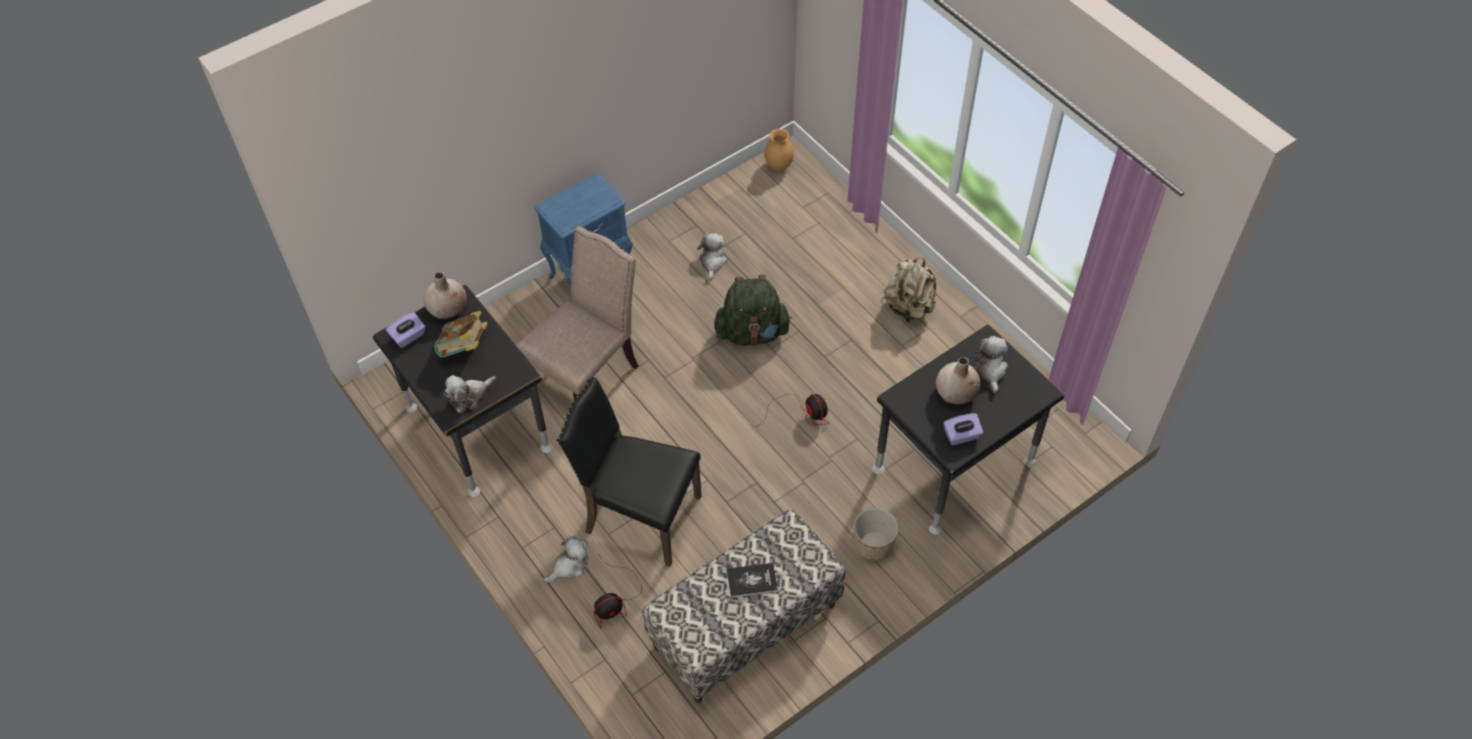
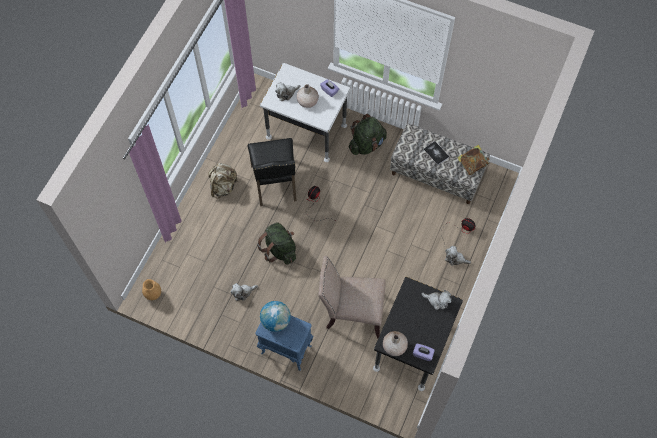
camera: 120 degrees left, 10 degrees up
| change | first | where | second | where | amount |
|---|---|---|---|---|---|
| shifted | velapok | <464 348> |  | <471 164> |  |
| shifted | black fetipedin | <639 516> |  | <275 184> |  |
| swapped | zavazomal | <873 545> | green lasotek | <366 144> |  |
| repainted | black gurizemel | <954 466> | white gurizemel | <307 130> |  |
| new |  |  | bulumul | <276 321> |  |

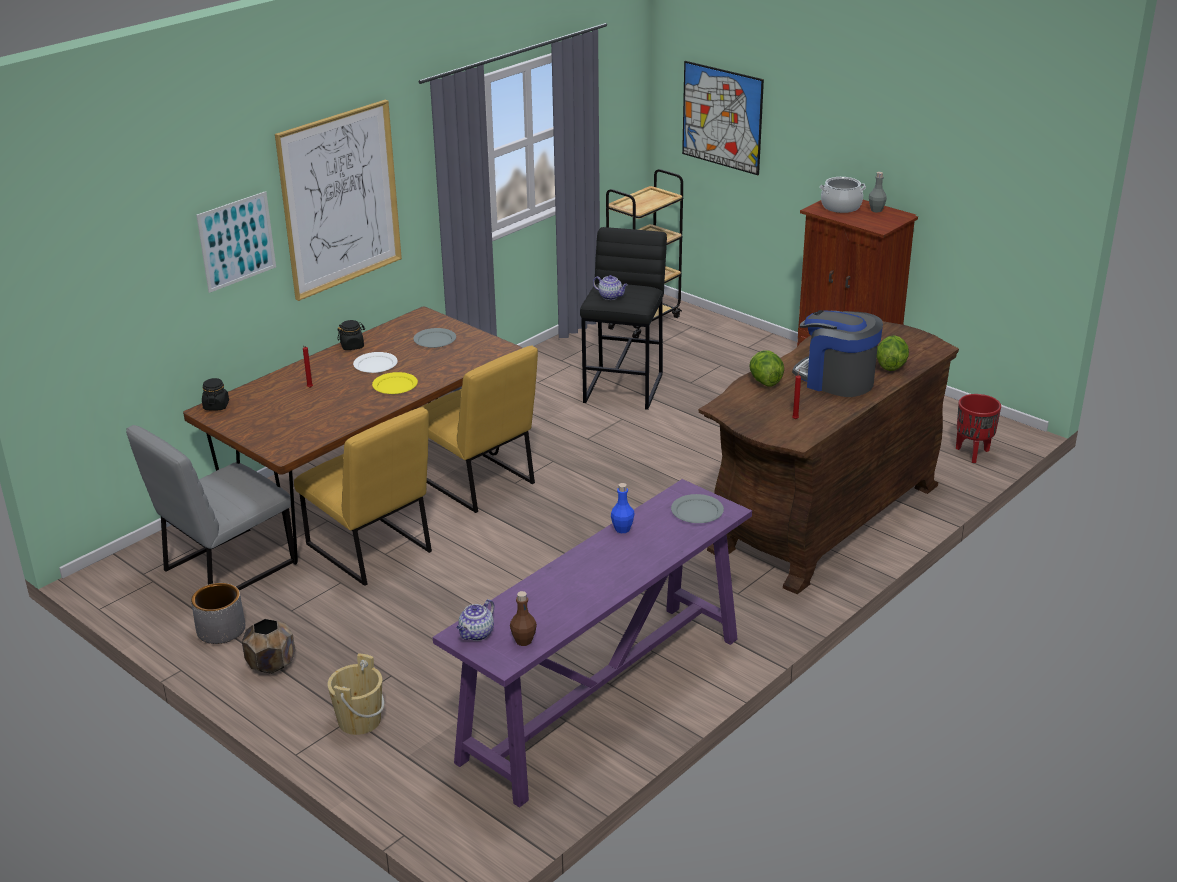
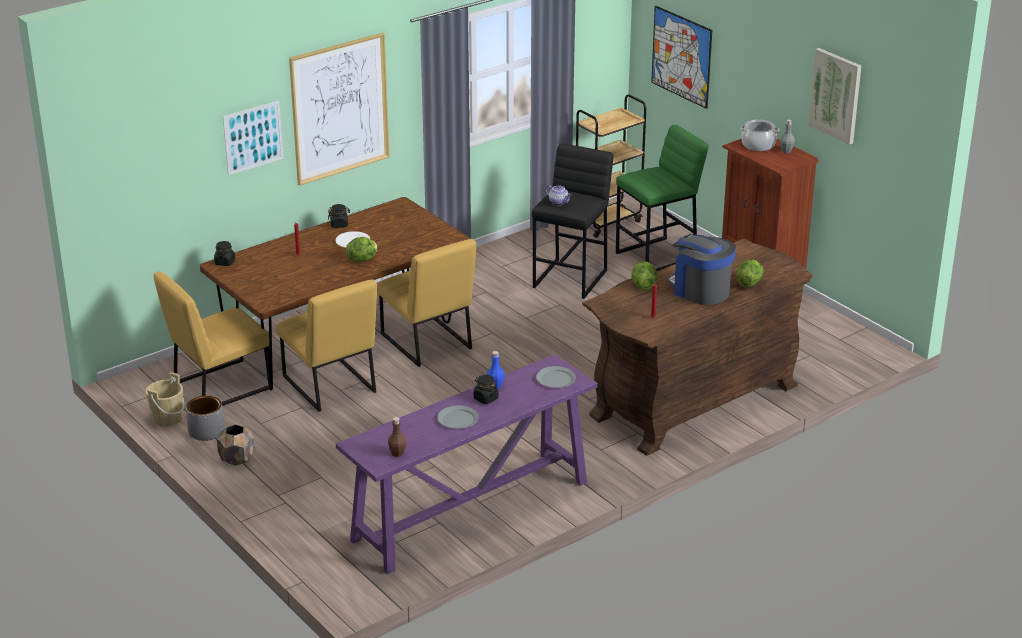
camera: 10 degrees right, 0 degrees up
| change | first | where | second | where | amount |
|---|---|---|---|---|---|
| repainted | grey fetipedin | <226 567> | yellow fetipedin | <219 386> |  |
| shifted | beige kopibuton | <359 720> |  | <167 418> |  |
| swapped | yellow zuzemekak | <394 385> | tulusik | <362 260> |  |
| shifted | grey zuzemekak | <435 340> |  | <458 419> |  |
| gone | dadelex | <476 634> |  |  |  |
| gone | red zavazomal | <972 454> |  |  |  |
| new |  |  | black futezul | <485 398> |  |
| new |  |  | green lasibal | <657 256> |  |
| new |  |  | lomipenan | <836 95> |  |

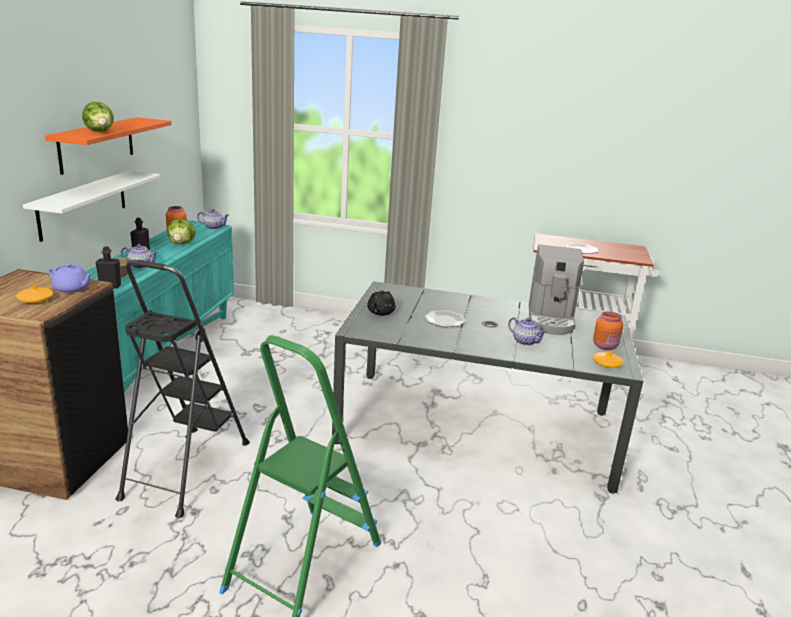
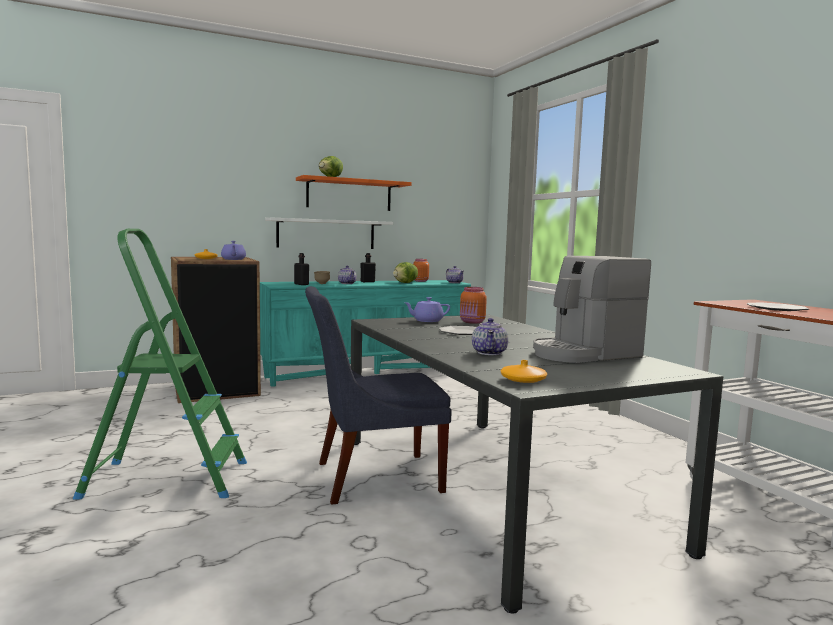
camera: 55 degrees right, 15 degrees down
| change | first | where | second | where | amount |
|---|---|---|---|---|---|
| gone | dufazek | <186 470> |  |  |  |
| repainted | black dadelex | <380 312> | purple dadelex | <427 321> |  |
| shifted | orange futezul | <605 346> |  | <472 322> |  |
| new |  |  | blue fetipedin | <372 477> |  |

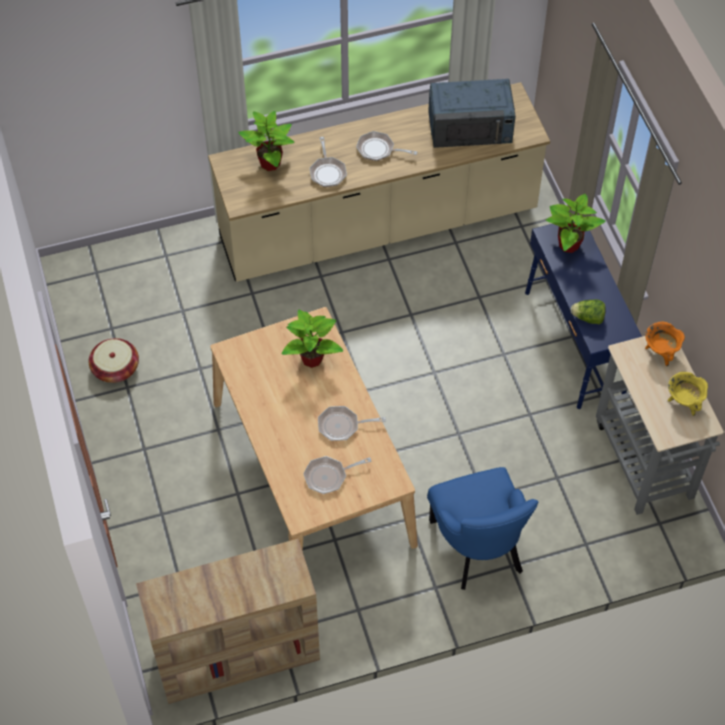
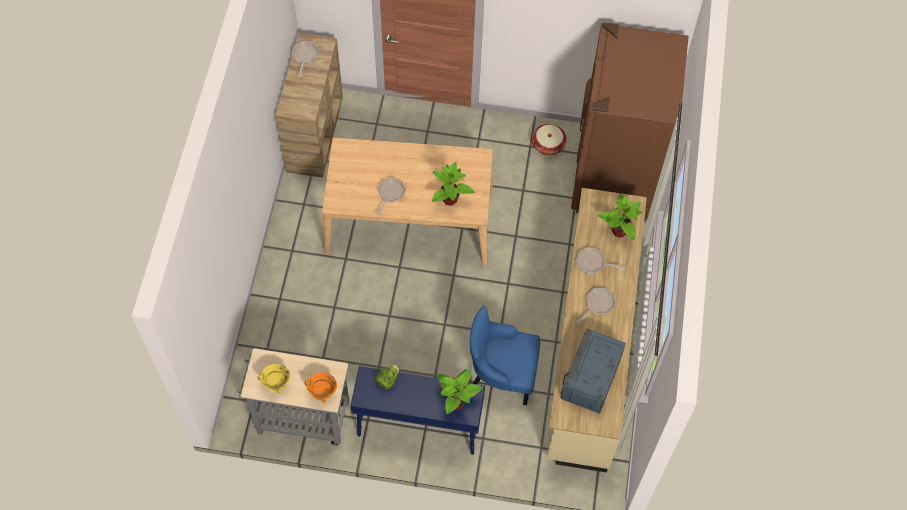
camera: 115 degrees right, 5 degrees up
| change | first | where | second | where | amount |
|---|---|---|---|---|---|
| shifted | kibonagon | <329 476> |  | <305 57> |  |
| shifted | blue fetipedin | <477 544> |  | <502 375> |  |
| new |  |  | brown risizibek | <614 176> |  |

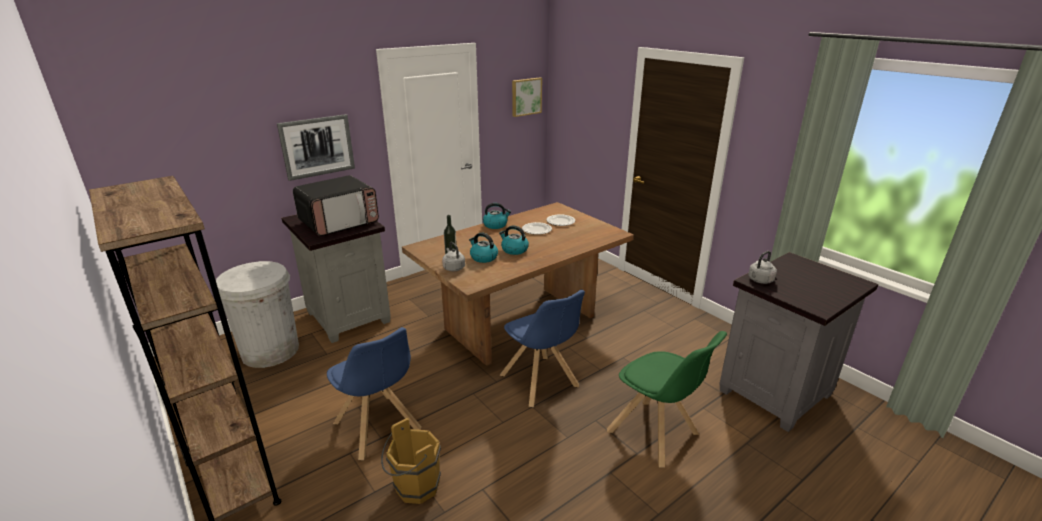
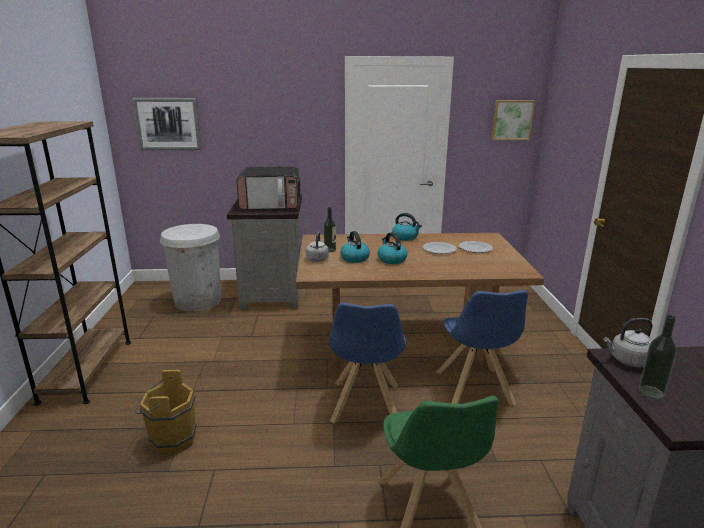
camera: 35 degrees right, 5 degrees down
| change | first | where | second | where | amount |
|---|---|---|---|---|---|
| shifted | lomipenan | <317 146> |  | <168 124> |  |
| shifted | blue fetipedin | <379 428> |  | <475 390> |  |
| new |  |  | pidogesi | <651 392> |  |

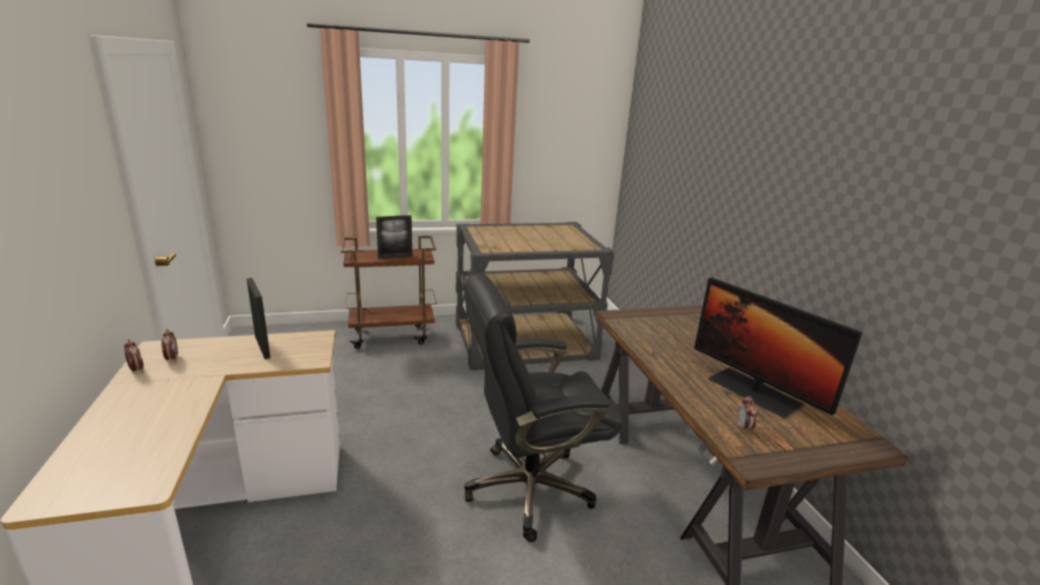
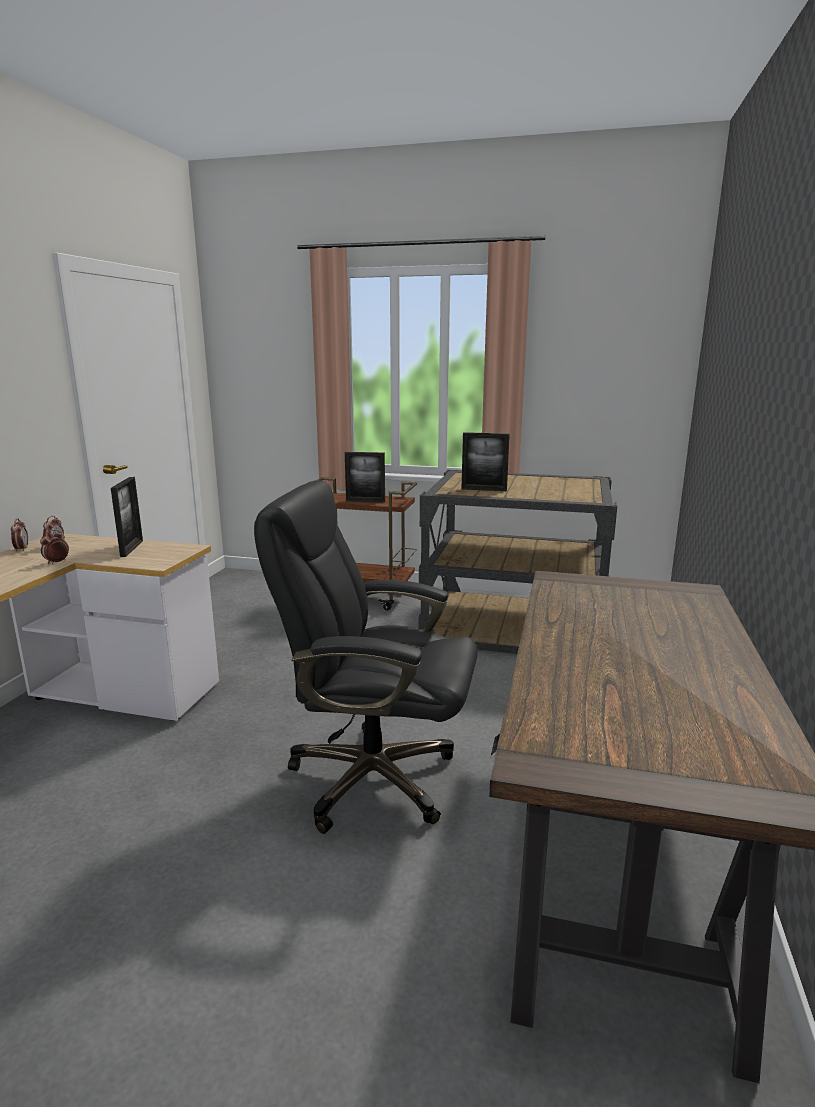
camera: 30 degrees right, 5 degrees down
| change | first | where | second | where | amount |
|---|---|---|---|---|---|
| gone | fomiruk | <754 392> |  |  |  |
| shifted | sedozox | <743 427> |  | <57 562> |  |
| new |  |  | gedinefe | <484 489> |  |

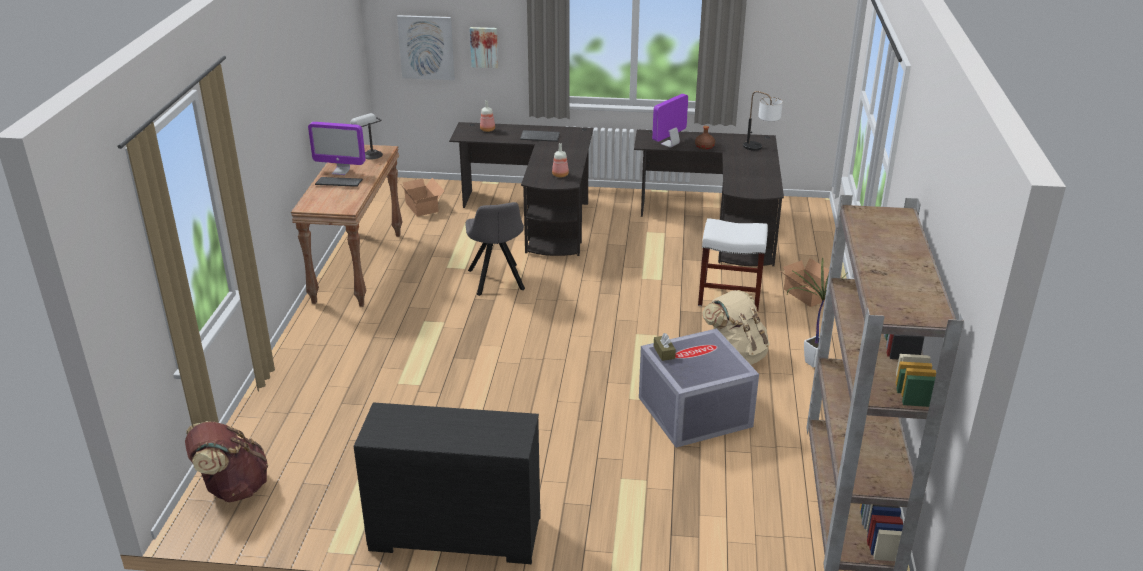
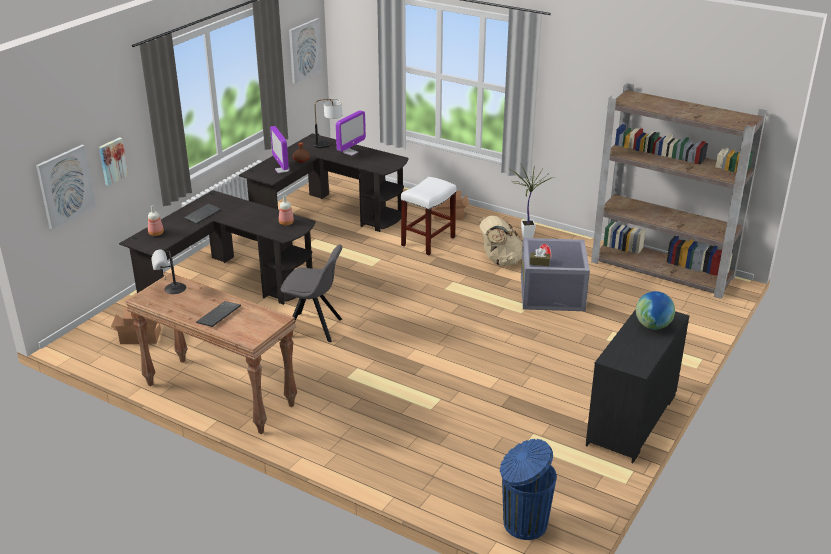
camera: 65 degrees left, 0 degrees up
| change | first | where | second | where | amount |
|---|---|---|---|---|---|
| swapped | brown lasotek | <232 488> | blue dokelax | <523 523> |  |
| shifted | fomiruk | <341 171> |  | <350 152> |  |
| new |  |  | lomipenan | <304 50> |  |
| new |  |  | bulumul | <653 326> |  |

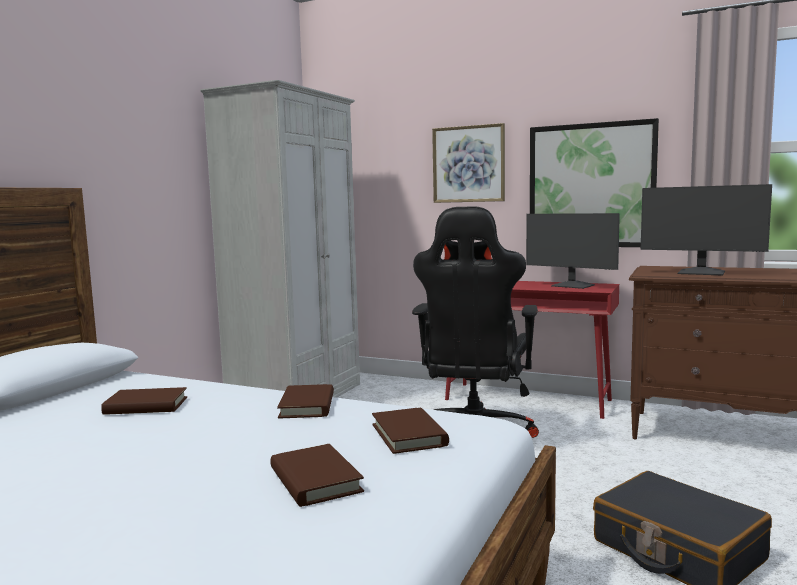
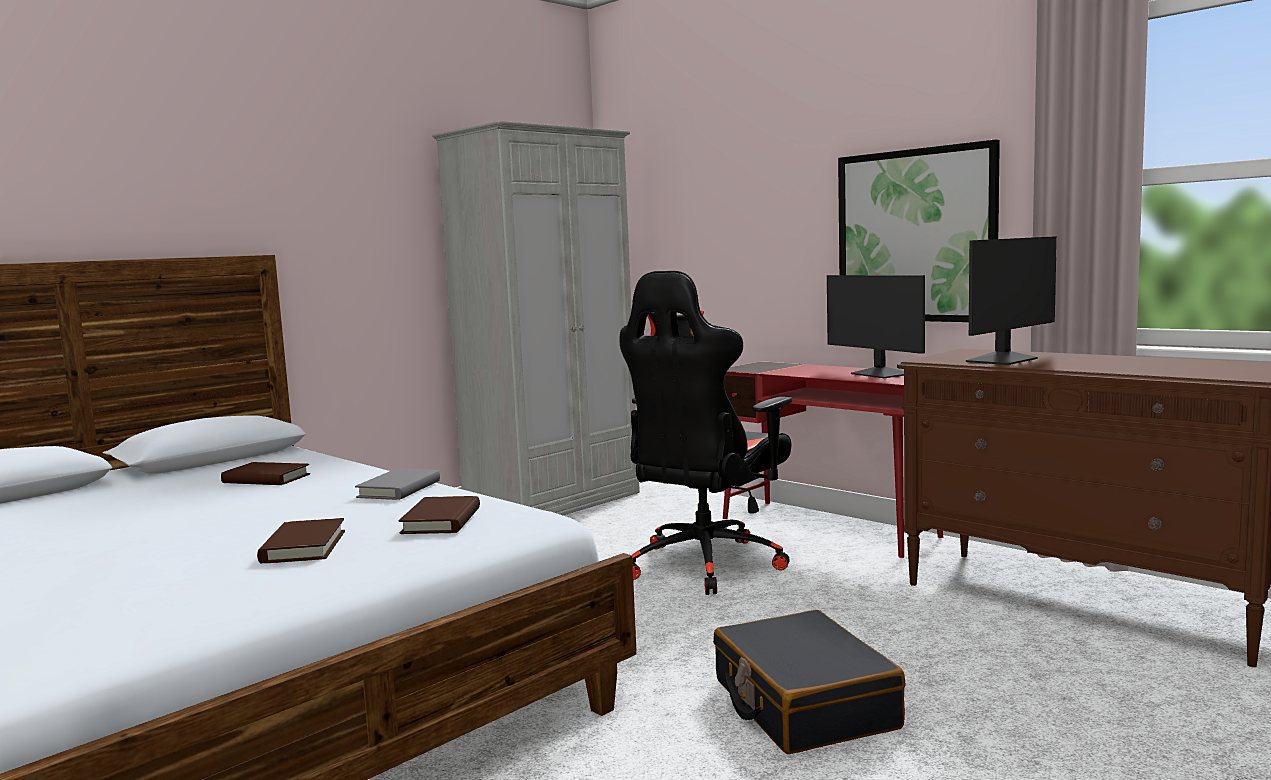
camera: 20 degrees right, 0 degrees up
| change | first | where | second | where | amount |
|---|---|---|---|---|---|
| repainted | brown velapok | <307 405> | grey velapok | <399 489> |  |
| gone | lomipenan | <468 164> |  |  |  |
| rotated | fomiruk | <701 273> |  | <1003 360> | 90 degrees counterclockwise |

